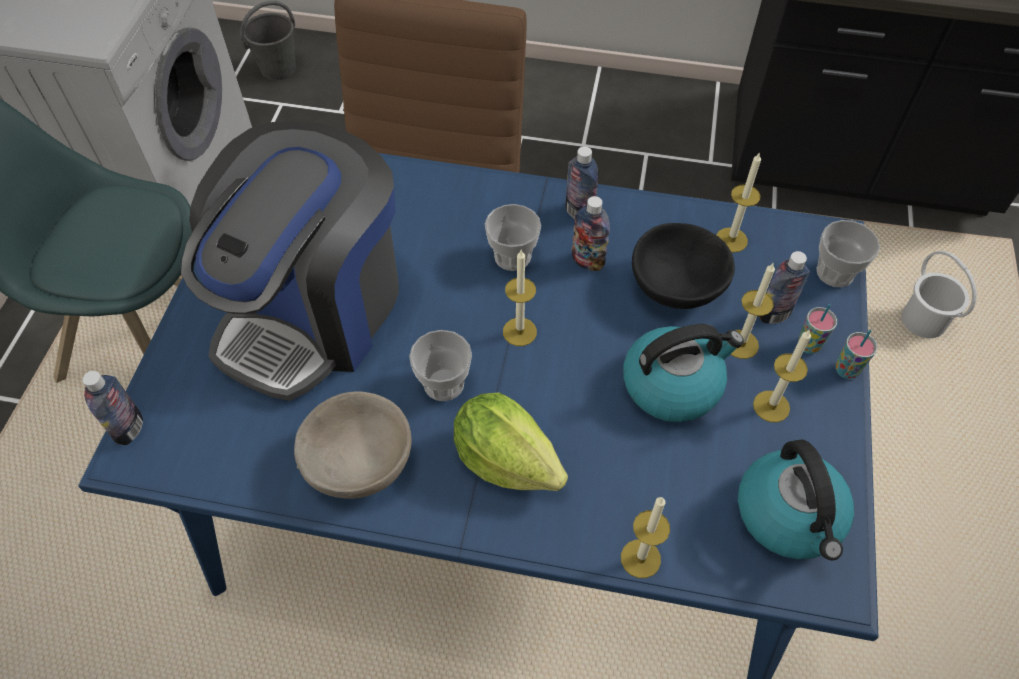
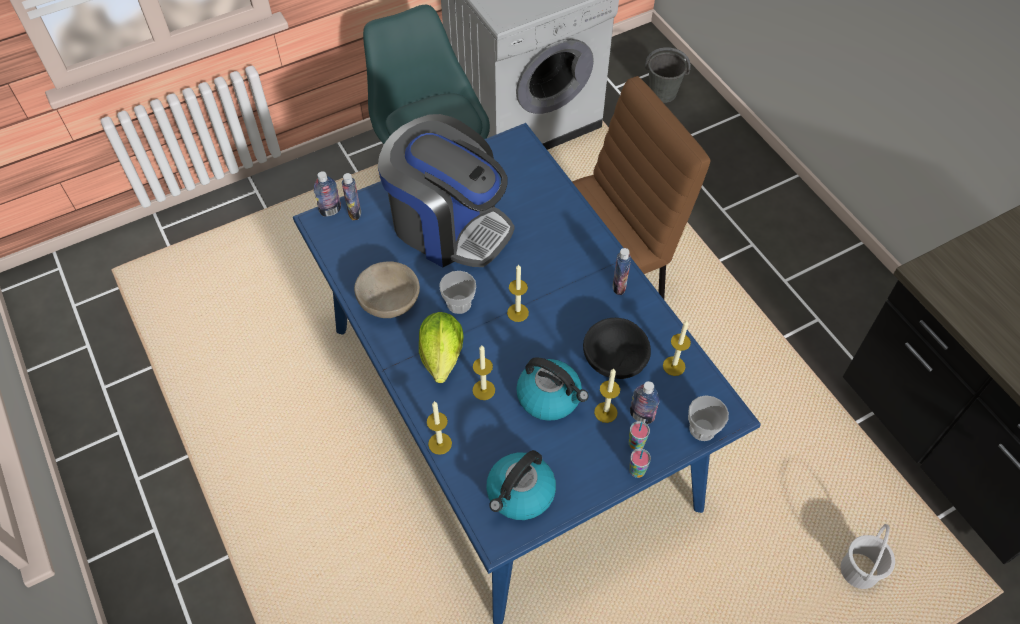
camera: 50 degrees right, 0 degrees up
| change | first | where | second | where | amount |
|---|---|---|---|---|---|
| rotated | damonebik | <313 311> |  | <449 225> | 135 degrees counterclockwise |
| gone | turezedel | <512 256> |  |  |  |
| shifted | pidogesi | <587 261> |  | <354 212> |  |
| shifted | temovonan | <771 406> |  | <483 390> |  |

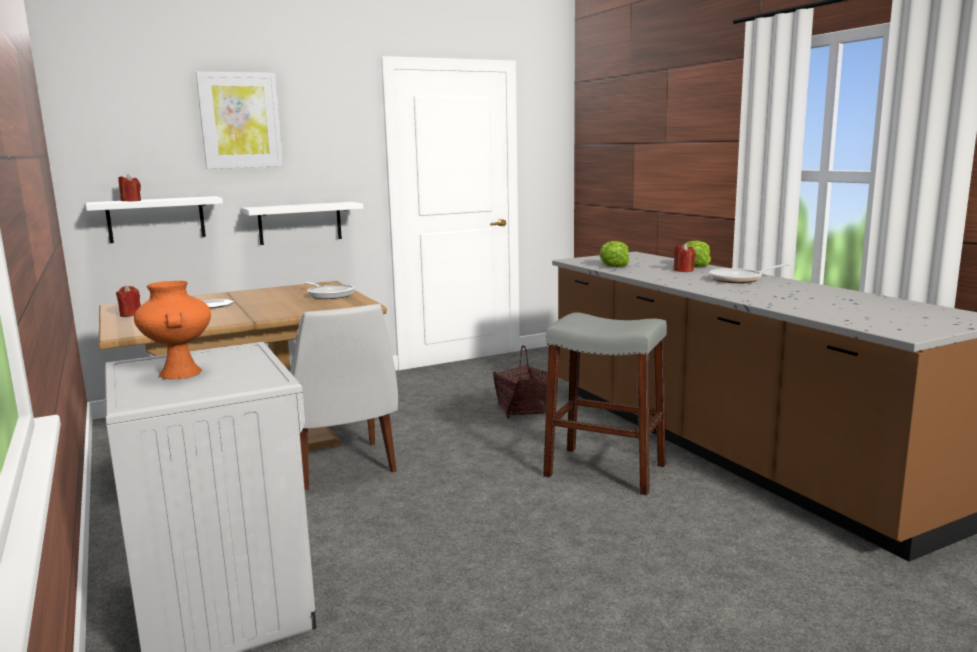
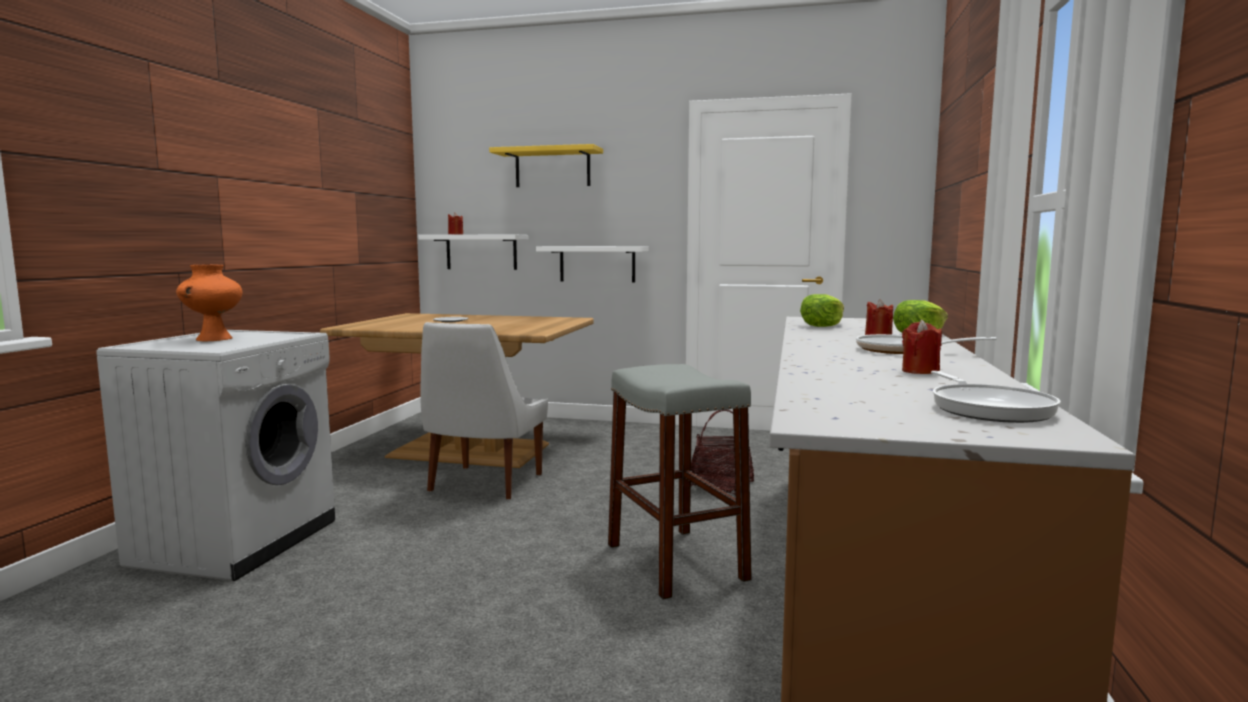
camera: 40 degrees right, 5 degrees down
| change | first | where | second | where | amount |
|---|---|---|---|---|---|
| shifted | red temovonan | <131 314> |  | <920 371> |  |
| swapped | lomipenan | <240 120> | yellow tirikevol | <552 168> |  |
| shifted | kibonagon | <329 294> |  | <988 408> |  |

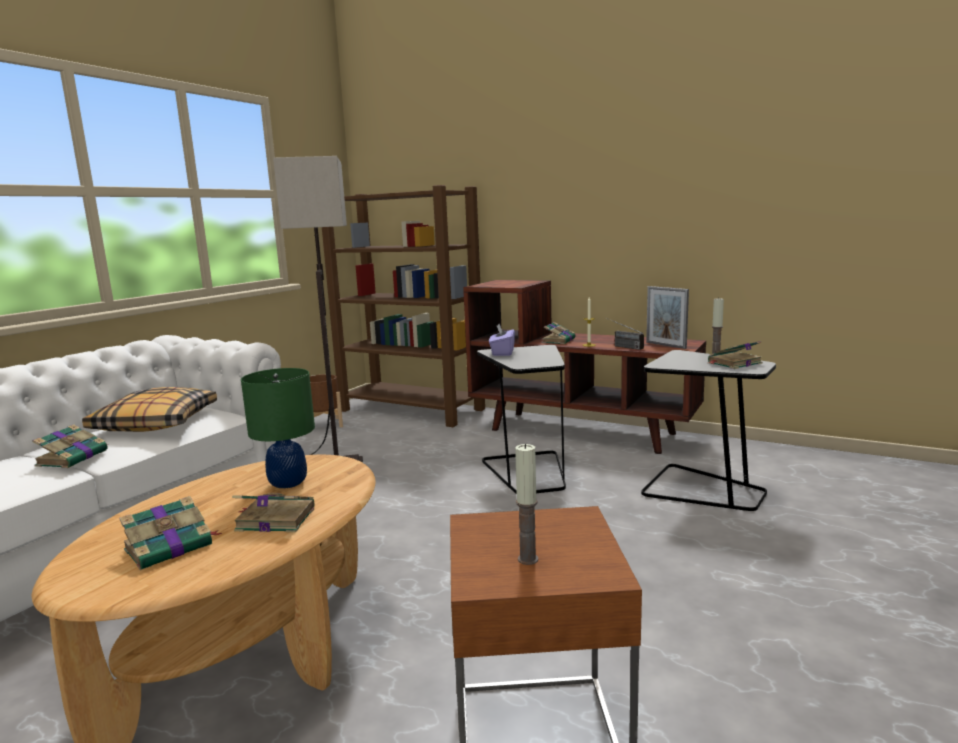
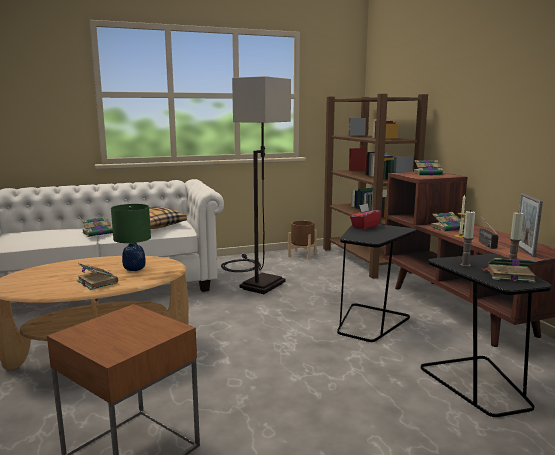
camera: 40 degrees right, 0 degrees up
| change | first | where | second | where | amount |
|---|---|---|---|---|---|
| shifted | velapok | <171 547> |  | <428 174> |  |
| repainted | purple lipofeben | <502 353> | red lipofeben | <364 226> |  |
| shifted | temovonan | <528 559> |  | <465 265> |  |

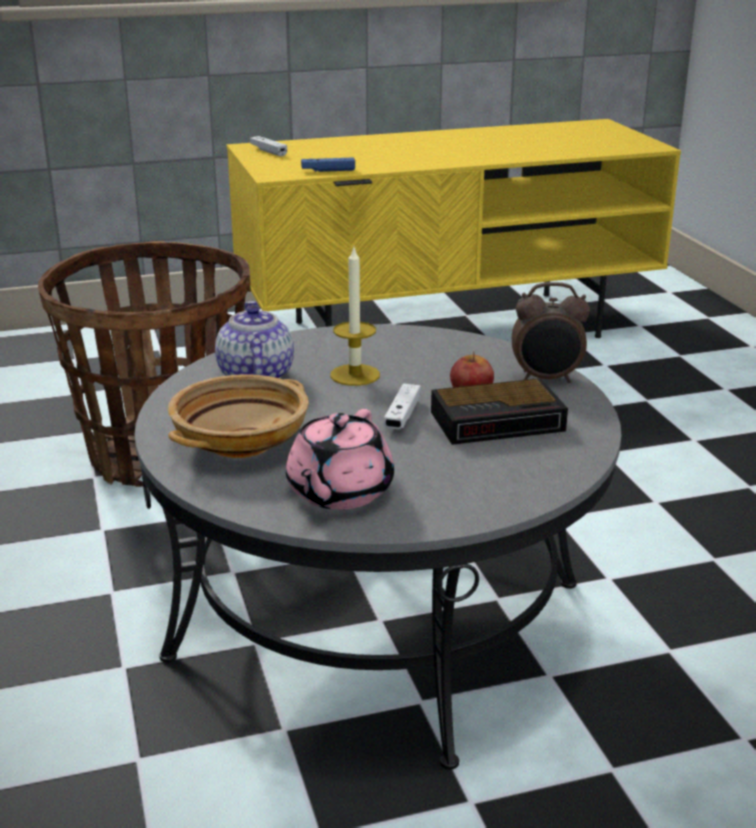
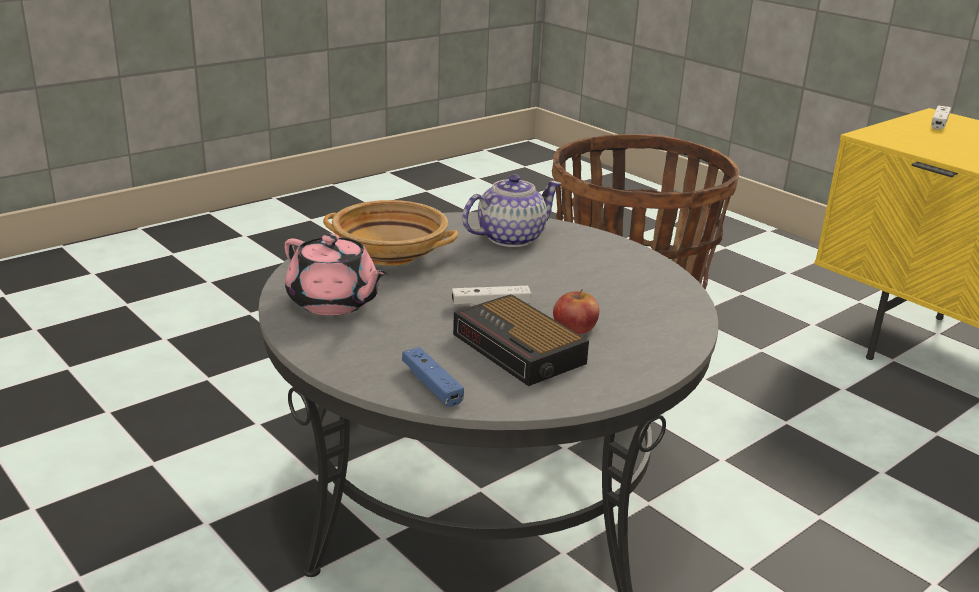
camera: 65 degrees right, 0 degrees up
| change | first | where | second | where | amount |
|---|---|---|---|---|---|
| rotated | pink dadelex | <338 492> |  | <334 302> | 135 degrees counterclockwise |
| shifted | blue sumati | <328 170> |  | <432 385> |  |
| gone | temovonan | <355 375> |  |  |  |
| gone | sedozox | <546 379> |  |  |  |

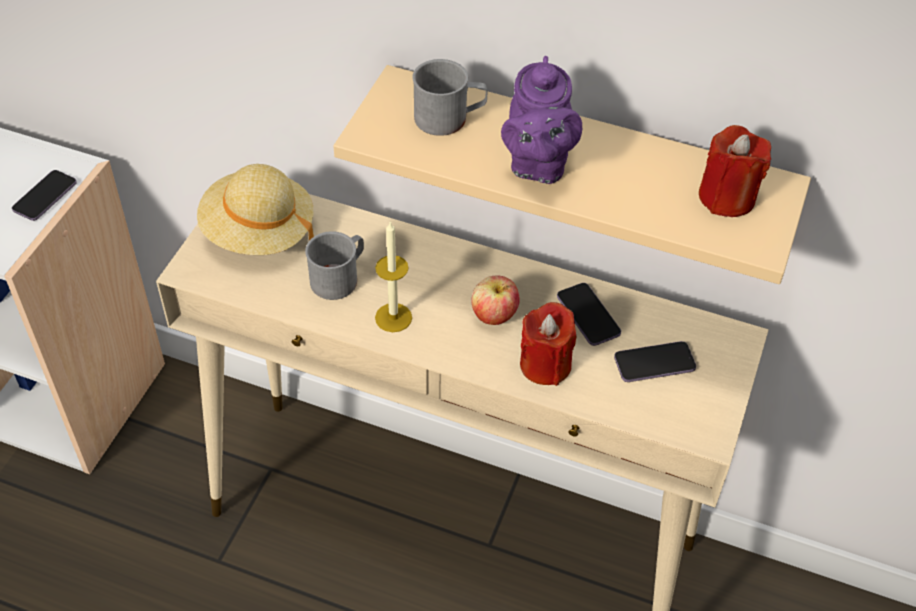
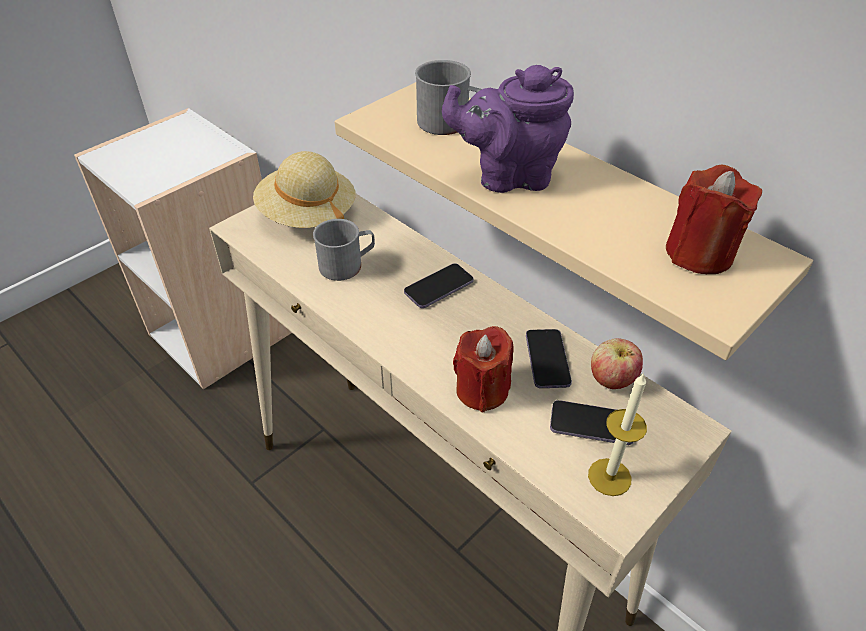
camera: 25 degrees right, 5 degrees down
| change | first | where | second | where | amount |
|---|---|---|---|---|---|
| shifted | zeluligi | <45 197> |  | <439 287> |  |
| shifted | temovonan | <393 317> |  | <609 477> |  |
| shifted | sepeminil | <494 316> |  | <611 380> |  |
| rotated | purple dadelex | <536 164> |  | <508 176> | 60 degrees clockwise |

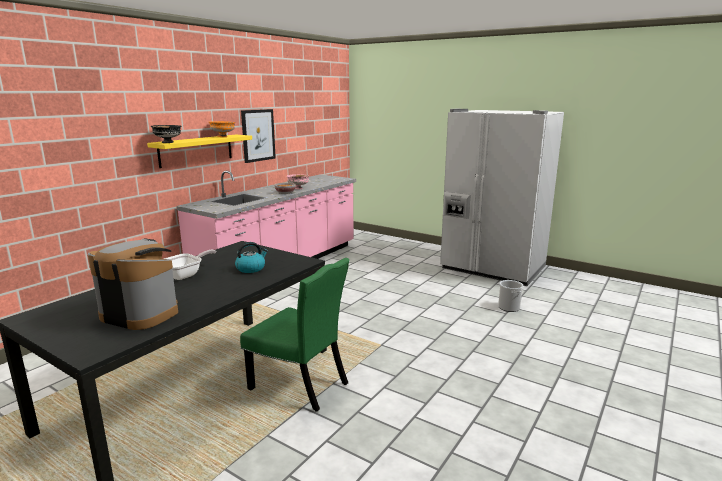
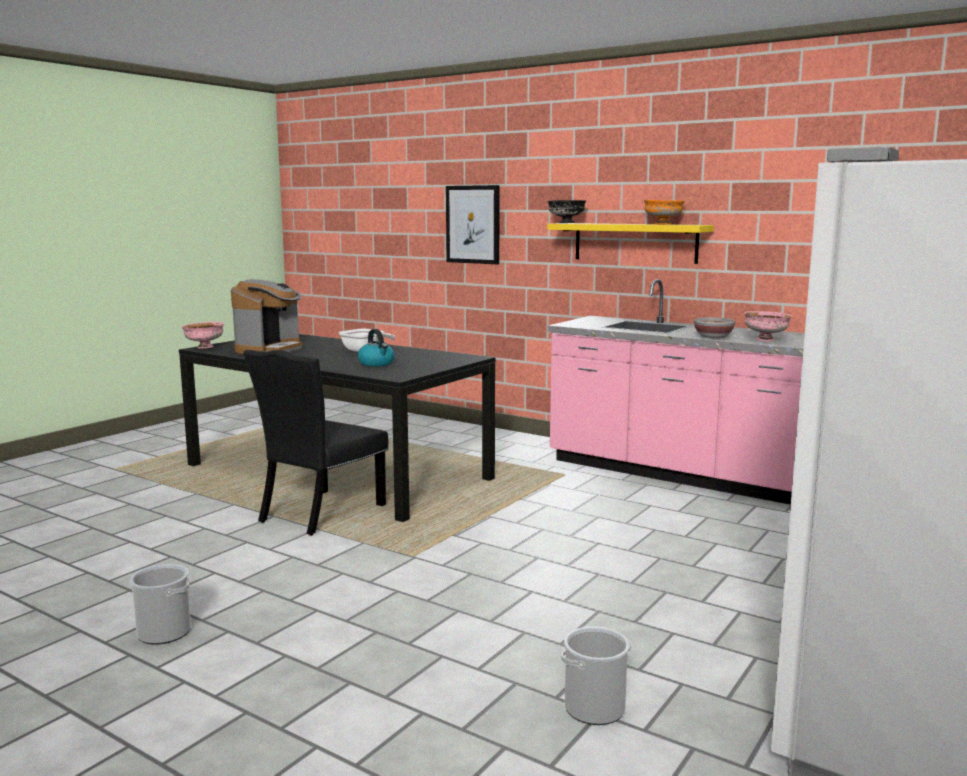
camera: 90 degrees right, 5 degrees down
| change | first | where | second | where | amount |
|---|---|---|---|---|---|
| repainted | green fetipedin | <298 384> | black fetipedin | <322 512> |  |
| shifted | lomipenan | <258 135> |  | <473 224> |  |
| new |  |  | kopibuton | <164 632> |  |
| new |  |  | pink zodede | <204 347> |  |

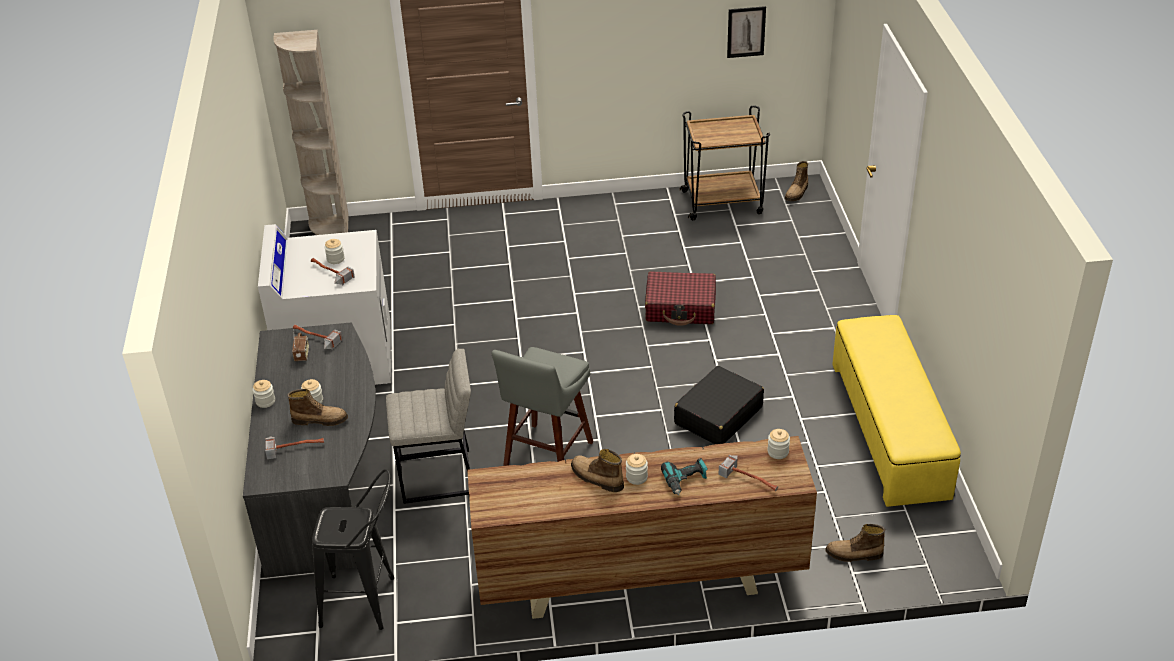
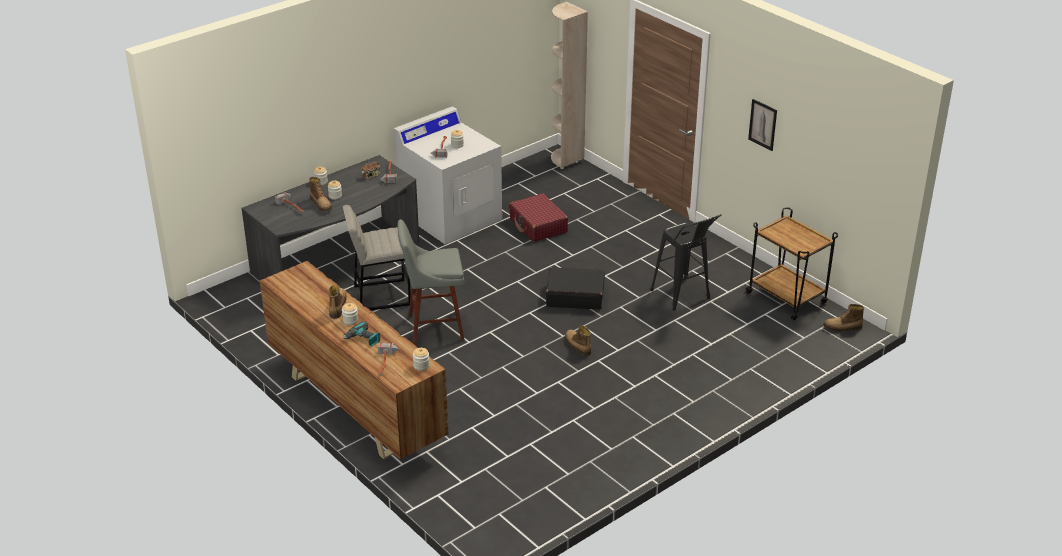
camera: 55 degrees right, 5 degrees down
| change | first | where | second | where | amount |
|---|---|---|---|---|---|
| shifted | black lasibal | <367 602> |  | <683 297> |  |
| rotated | grey fetipedin | <439 475> |  | <380 295> | 120 degrees clockwise |
| shifted | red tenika | <681 307> |  | <538 225> |  |
| shifted | black tenika | <718 415> |  | <575 296> |  |
| shifted | lomipenan | <746 32> |  | <762 124> |  |
| shifted | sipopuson | <854 554> |  | <577 346> |  |
| gone | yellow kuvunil | <890 429> |  |  |  |

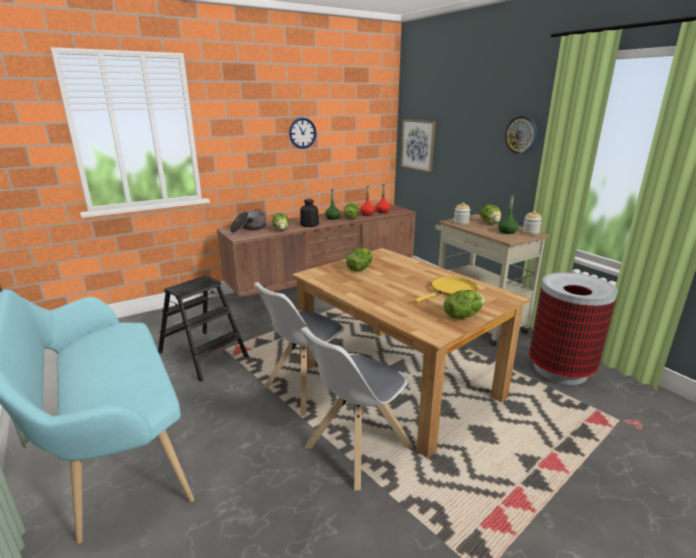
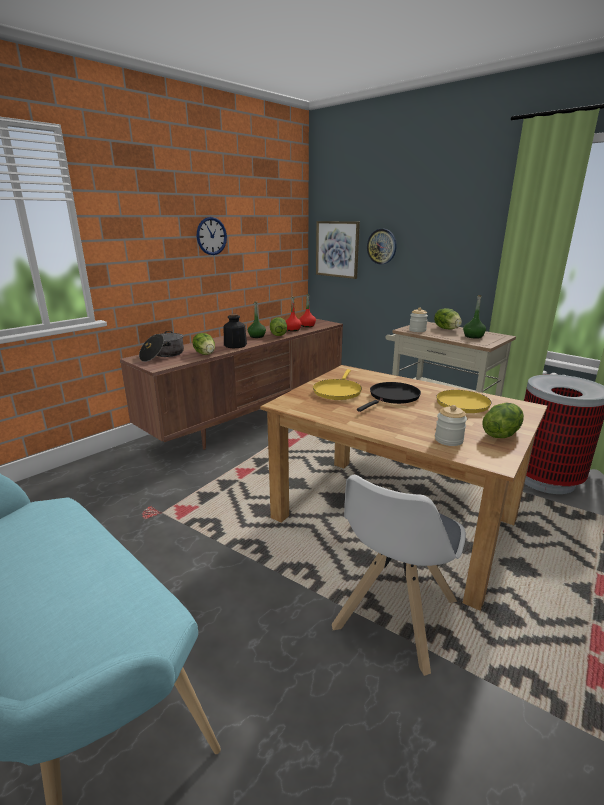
camera: 15 degrees left, 0 degrees up
| change | first | where | second | where | amount |
|---|---|---|---|---|---|
| gone | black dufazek | <202 354> |  |  |  |
| gone | fetipedin | <305 387> |  |  |  |
| swapped | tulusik | <359 268> | yellow kibonagon | <337 391> |  |
| shifted | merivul | <521 135> |  | <382 246> |  |
| shifted | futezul | <530 232> |  | <448 440> |  |
| new |  |  | black kibonagon | <392 397> |  |

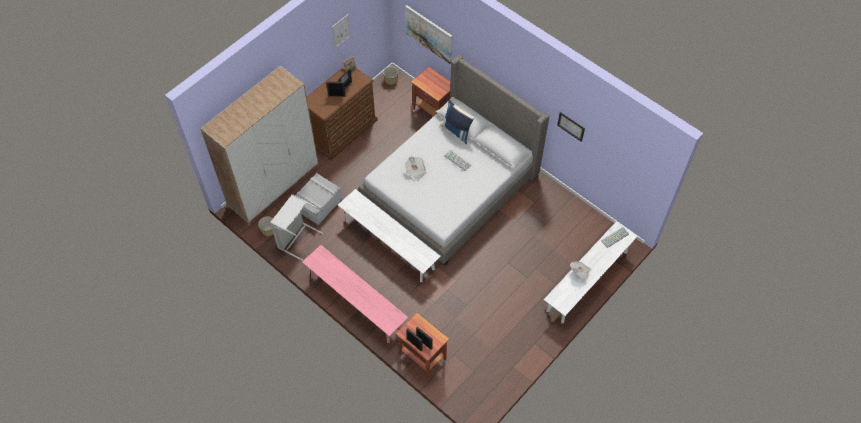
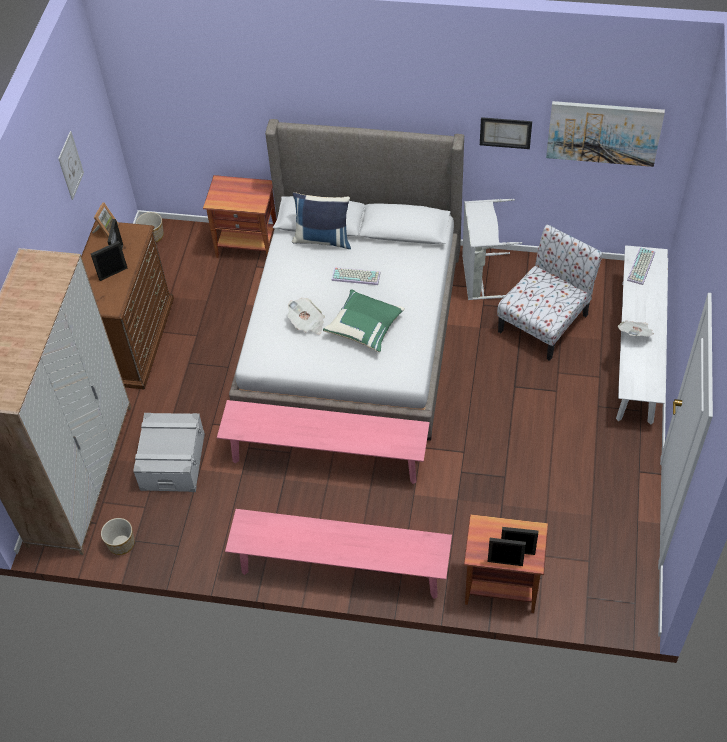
camera: 30 degrees left, 5 degrees down
| change | first | where | second | where | amount |
|---|---|---|---|---|---|
| shifted | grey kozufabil | <296 238> |  | <481 277> |  |
| repainted | white kuvunil | <389 244> | pink kuvunil | <326 458> |  |
| shifted | lomipenan | <429 34> |  | <603 133> |  |
| new |  |  | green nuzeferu | <365 328> |  |
| new |  |  | fetipedin | <545 321> |  |

